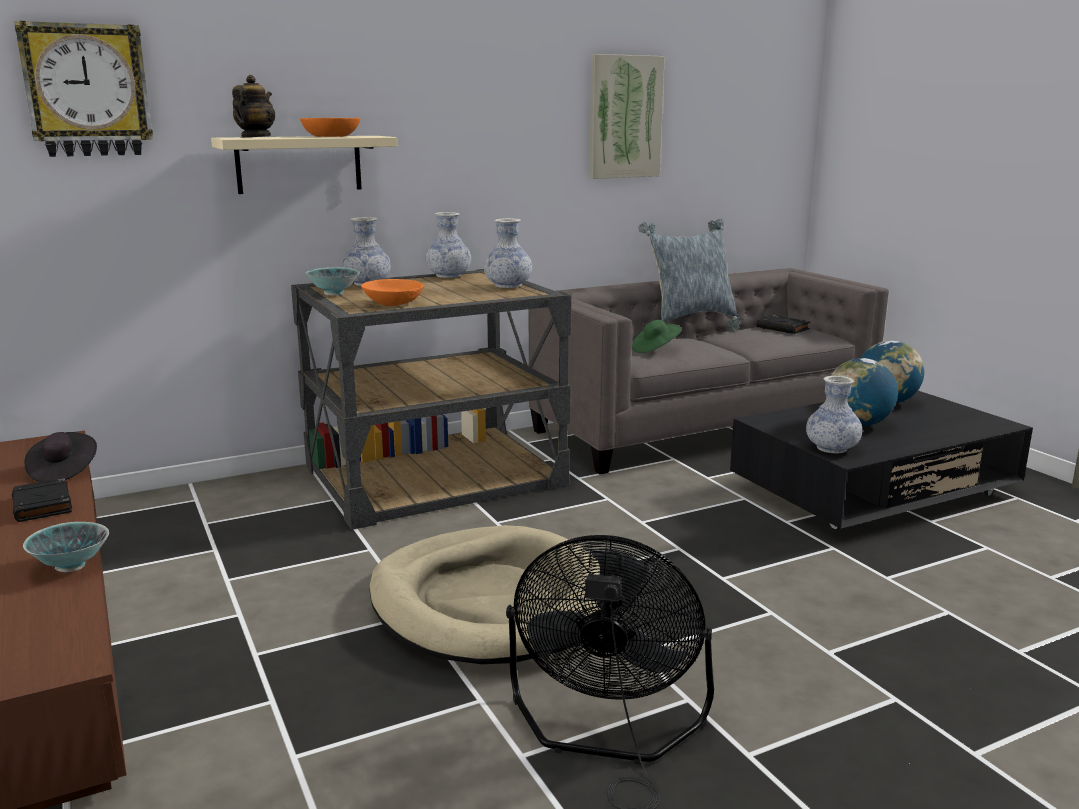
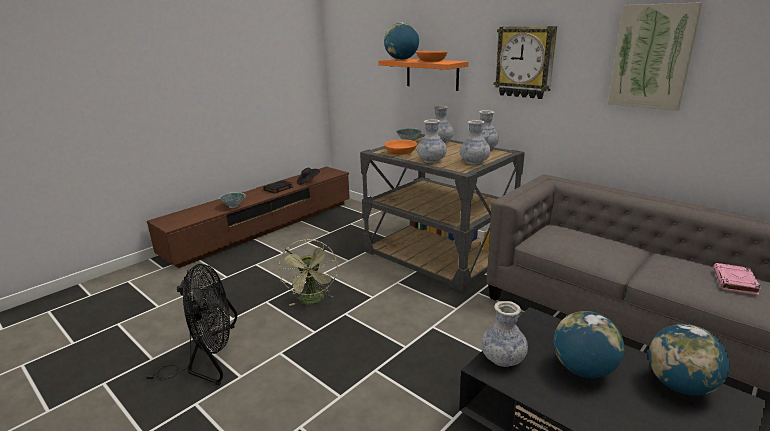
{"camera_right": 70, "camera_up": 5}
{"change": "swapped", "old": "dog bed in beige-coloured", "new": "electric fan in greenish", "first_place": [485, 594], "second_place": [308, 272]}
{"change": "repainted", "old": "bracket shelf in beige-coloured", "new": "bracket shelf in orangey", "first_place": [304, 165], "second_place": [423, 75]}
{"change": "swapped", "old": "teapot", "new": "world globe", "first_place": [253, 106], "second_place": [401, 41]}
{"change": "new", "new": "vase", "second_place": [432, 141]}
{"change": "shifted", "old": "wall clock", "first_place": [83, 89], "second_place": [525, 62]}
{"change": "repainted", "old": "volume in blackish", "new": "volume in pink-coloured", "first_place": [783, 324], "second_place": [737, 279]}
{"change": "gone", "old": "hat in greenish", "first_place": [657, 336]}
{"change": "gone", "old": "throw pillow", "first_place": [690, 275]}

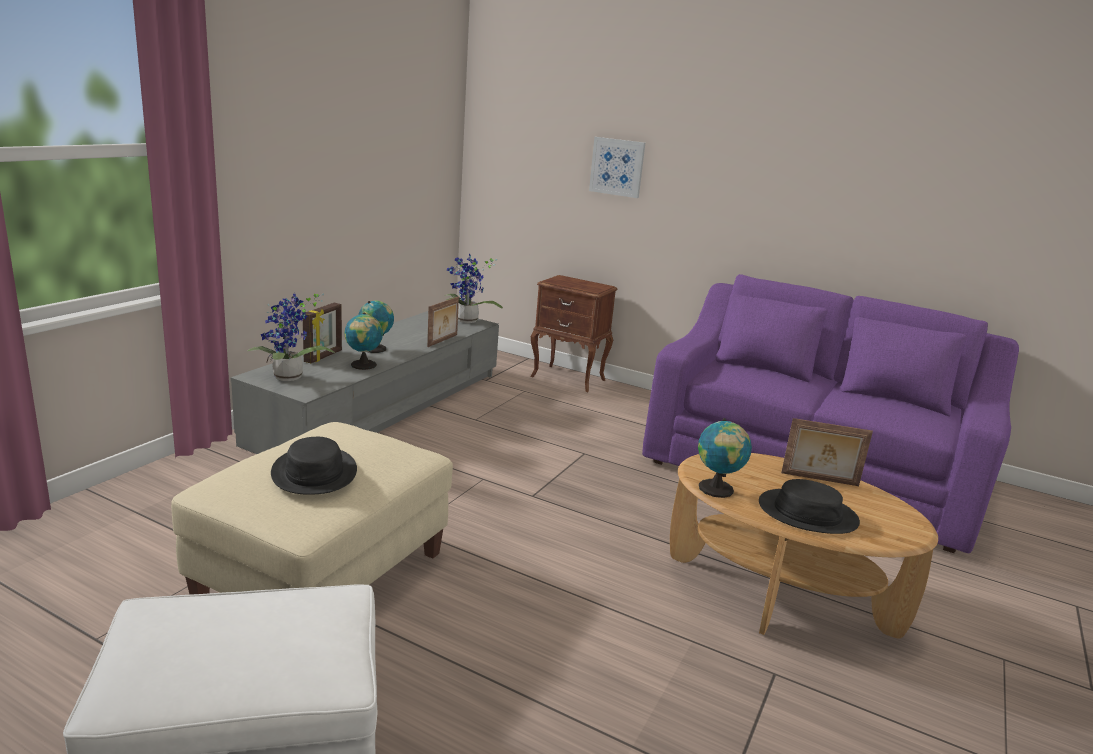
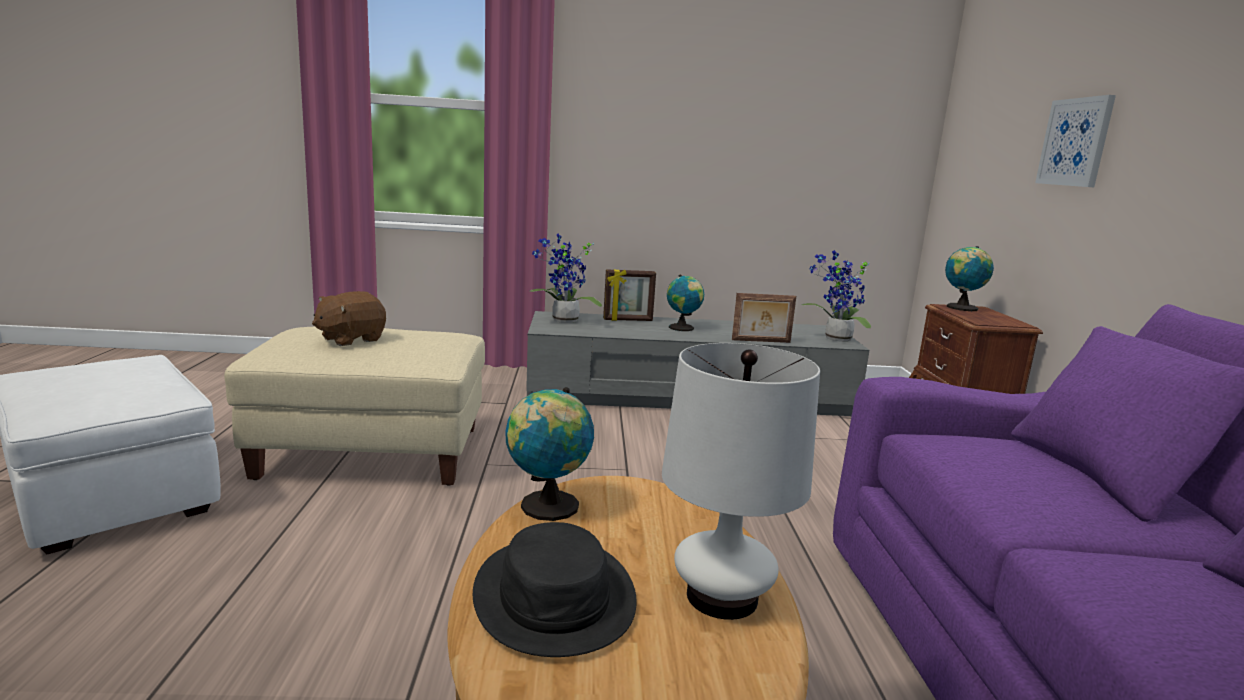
{"camera_right": 60, "camera_up": -5}
{"change": "swapped", "old": "hat in blackish", "new": "soft toy in brownish", "first_place": [314, 466], "second_place": [349, 318]}
{"change": "swapped", "old": "standing frame", "new": "lamp for a table in white-coloured", "first_place": [827, 452], "second_place": [741, 481]}
{"change": "shifted", "old": "world globe", "first_place": [363, 341], "second_place": [969, 278]}

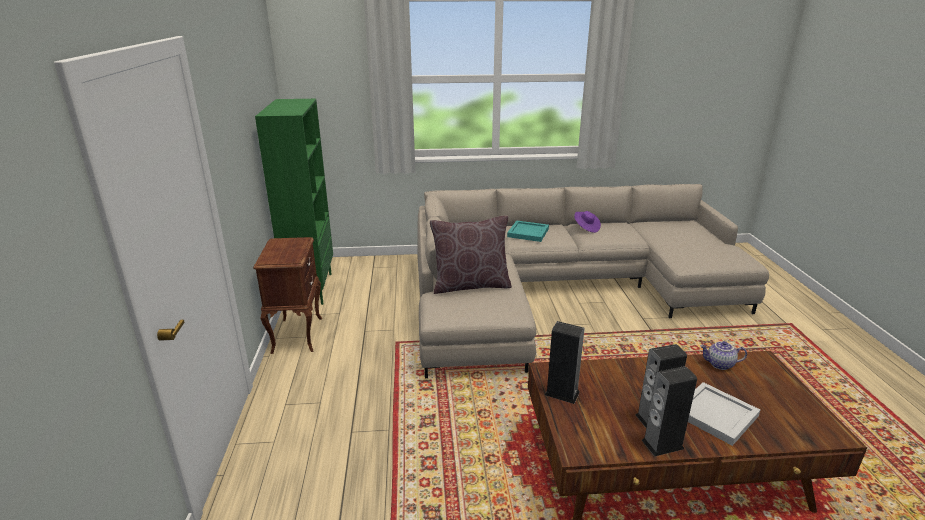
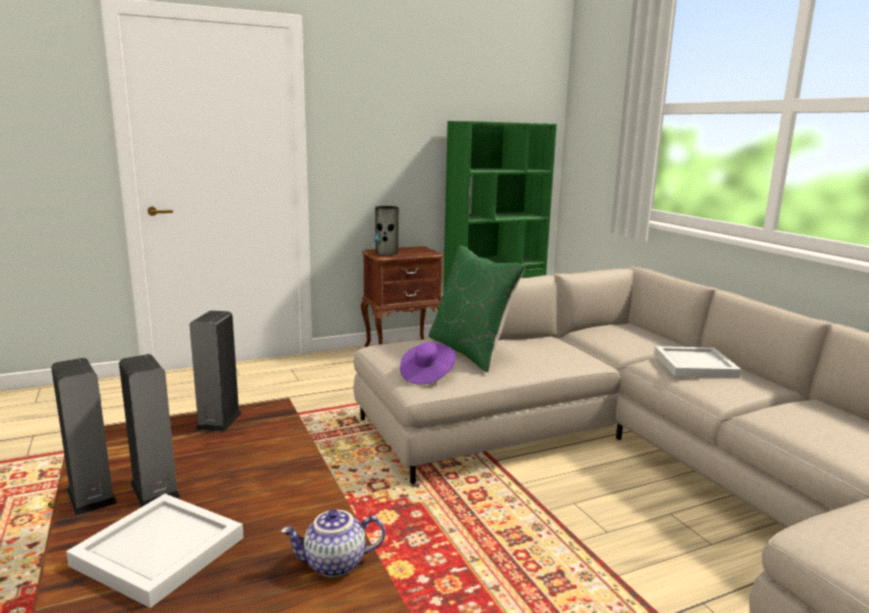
{"camera_right": 70, "camera_up": -10}
{"change": "rotated", "old": "teapot", "first_place": [723, 355], "second_place": [333, 543], "degrees": -90}
{"change": "new", "new": "vase", "second_place": [386, 230]}
{"change": "shifted", "old": "hat in purple", "first_place": [587, 222], "second_place": [428, 363]}
{"change": "repainted", "old": "throw pillow in brownish", "new": "throw pillow in greenish", "first_place": [471, 255], "second_place": [476, 308]}
{"change": "repainted", "old": "carrying tray in turquoise", "new": "carrying tray in white-coloured", "first_place": [528, 231], "second_place": [697, 362]}

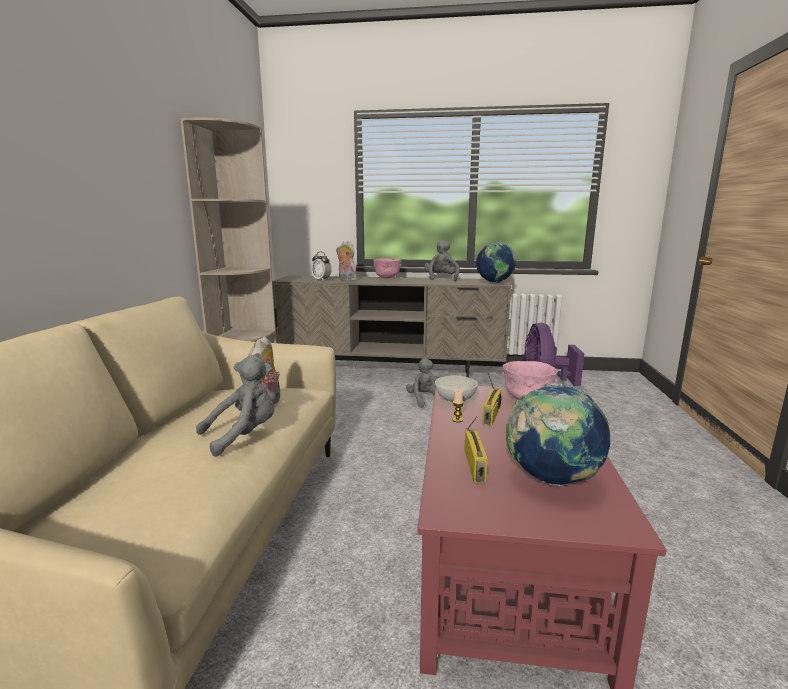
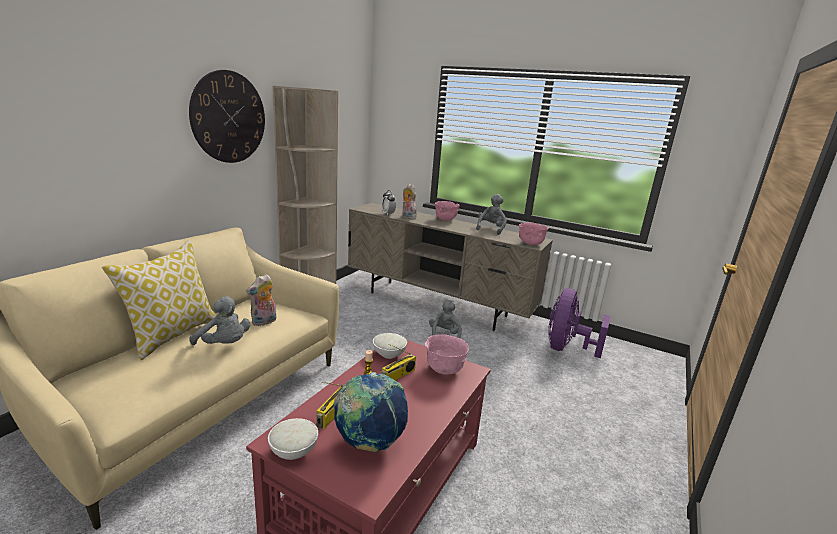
{"camera_right": 20, "camera_up": 5}
{"change": "new", "new": "throw pillow", "second_place": [159, 300]}
{"change": "new", "new": "wall clock", "second_place": [227, 116]}
{"change": "rotated", "old": "soft toy in gray", "first_place": [235, 406], "second_place": [219, 320], "degrees": 45}
{"change": "new", "new": "deep dish in white-coloured", "second_place": [293, 439]}
{"change": "swapped", "old": "world globe", "new": "deep dish in pink-coloured", "first_place": [496, 262], "second_place": [534, 234]}

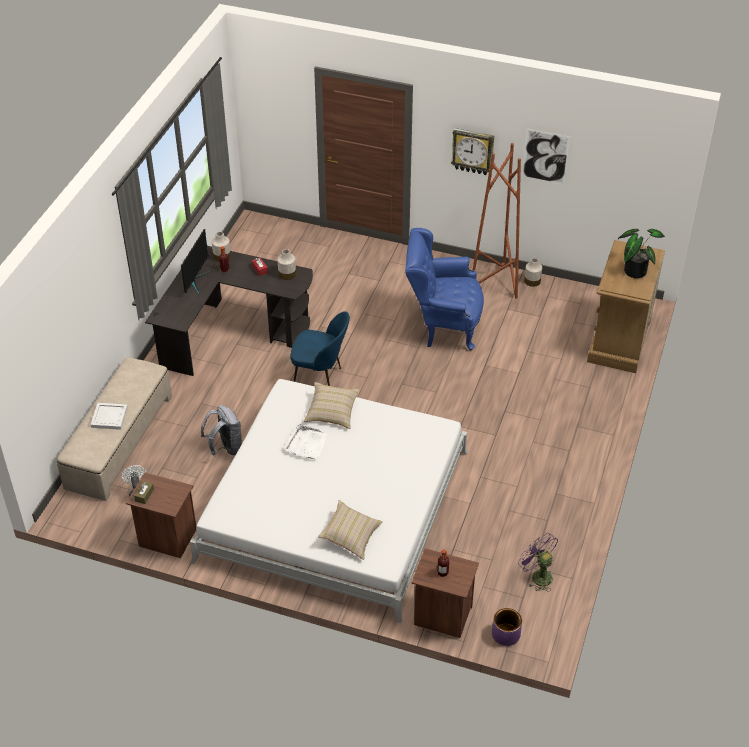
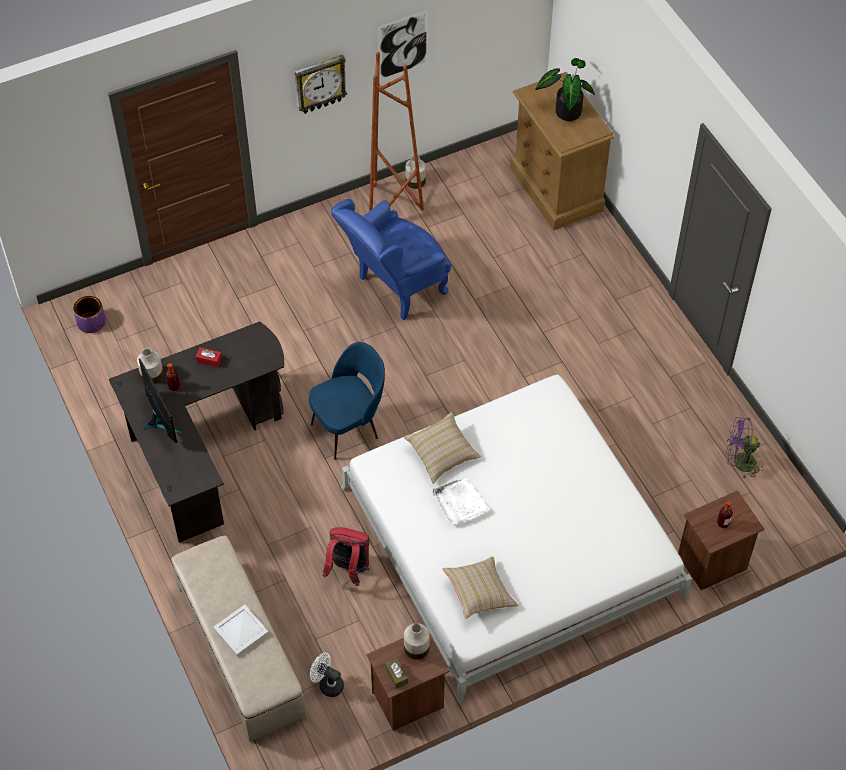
{"camera_right": -45, "camera_up": 10}
{"change": "shifted", "old": "planter in purple", "first_place": [507, 627], "second_place": [89, 314]}
{"change": "repainted", "old": "rucksack in gray", "new": "rucksack in reddish", "first_place": [221, 430], "second_place": [346, 556]}
{"change": "shifted", "old": "vase in beige-coloured", "first_place": [286, 264], "second_place": [417, 641]}
{"change": "shifted", "old": "throw pillow in beige-coloured", "first_place": [350, 530], "second_place": [480, 587]}

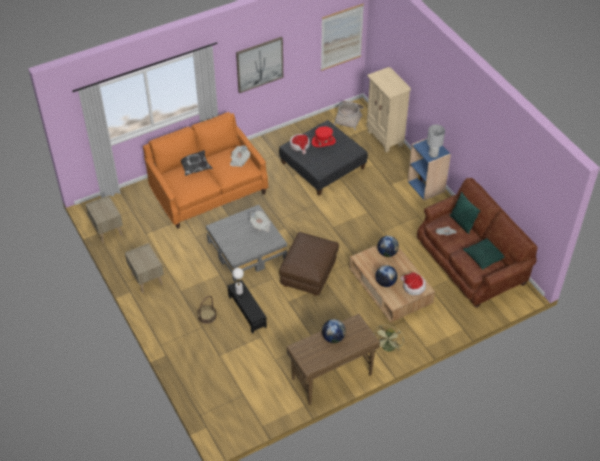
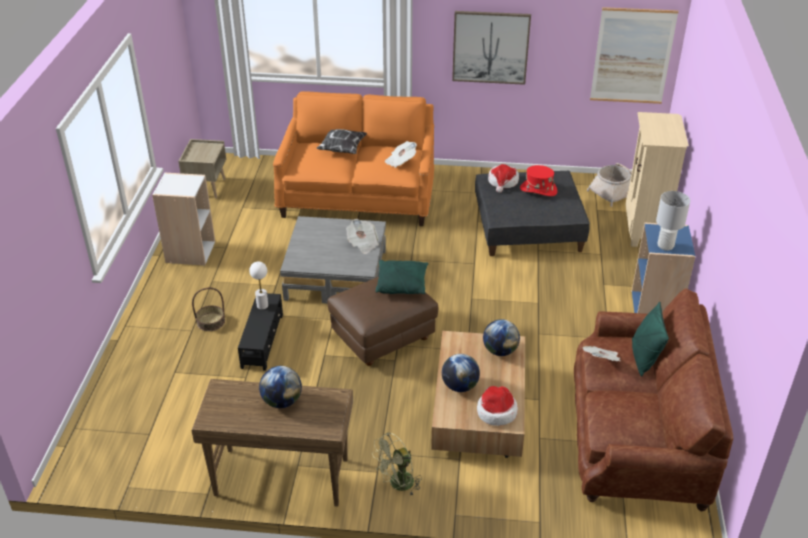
{"camera_right": 35, "camera_up": -10}
{"change": "swapped", "old": "bedside table in beige-coloured", "new": "shelving unit", "first_place": [144, 268], "second_place": [183, 219]}
{"change": "shifted", "old": "throw pillow in greenish", "first_place": [484, 254], "second_place": [402, 277]}

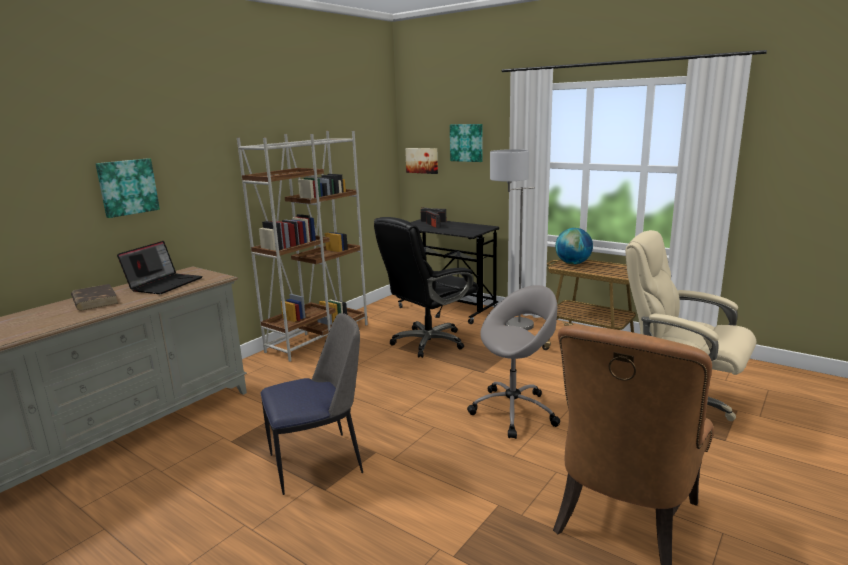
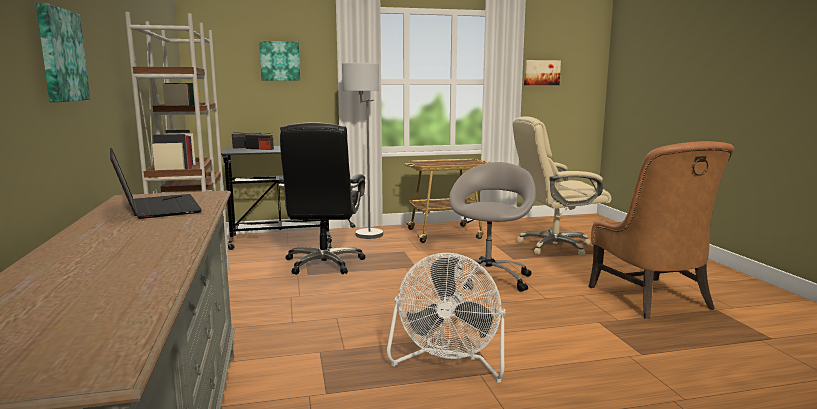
{"camera_right": -50, "camera_up": -5}
{"change": "swapped", "old": "plain chair", "new": "electric fan in white-coloured", "first_place": [311, 404], "second_place": [446, 318]}
{"change": "shifted", "old": "picture", "first_place": [421, 161], "second_place": [542, 72]}
{"change": "gone", "old": "volume in brownish", "first_place": [94, 297]}
{"change": "gone", "old": "world globe", "first_place": [574, 246]}

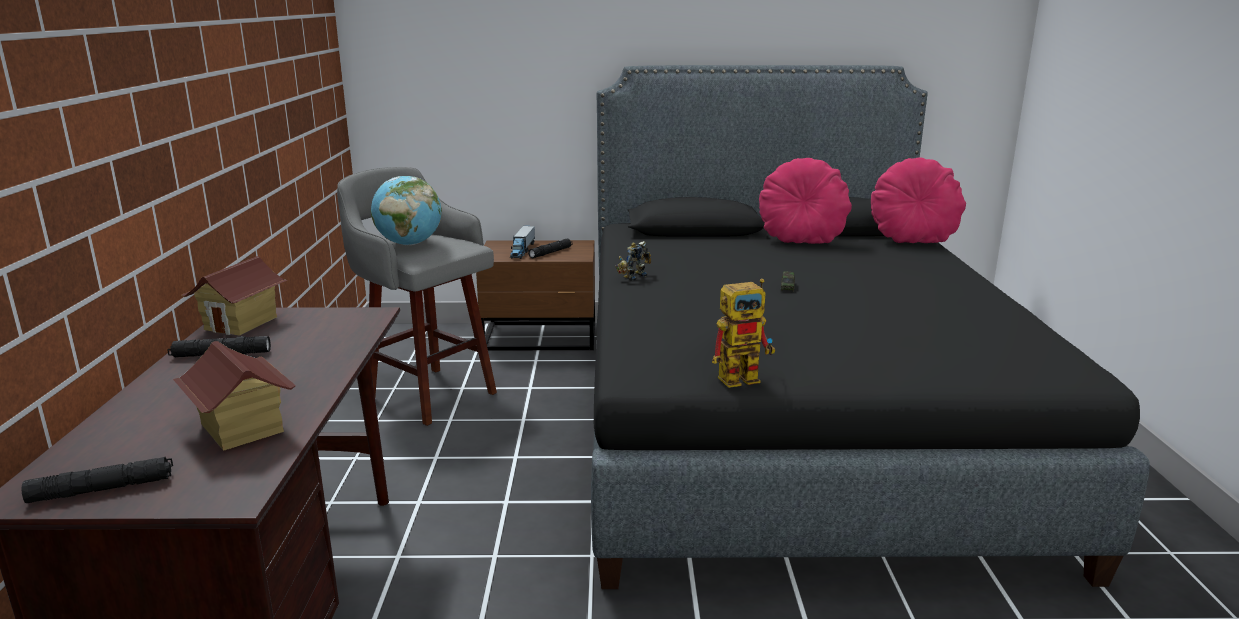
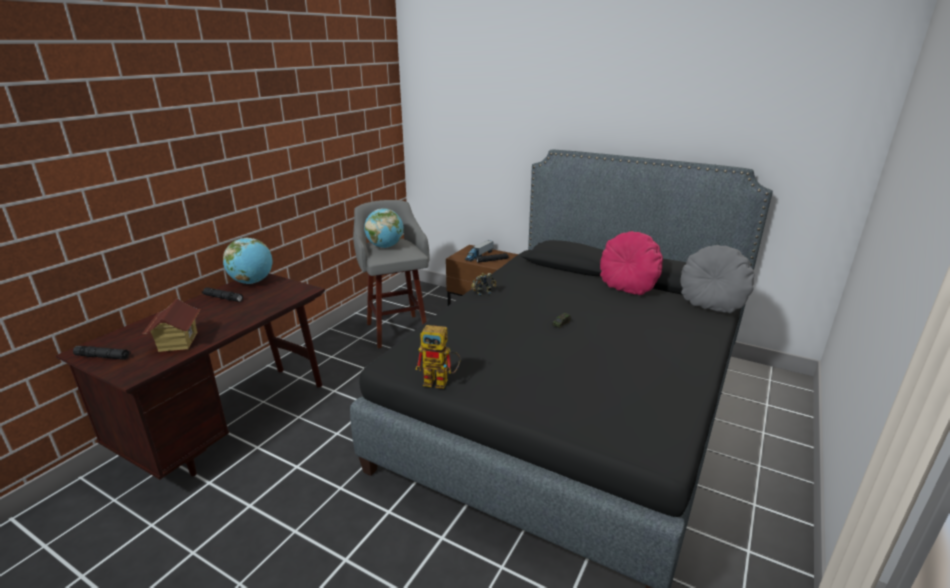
{"camera_right": 30, "camera_up": 5}
{"change": "swapped", "old": "toy house", "new": "world globe", "first_place": [234, 296], "second_place": [247, 261]}
{"change": "repainted", "old": "throw pillow in pink-coloured", "new": "throw pillow in gray", "first_place": [918, 200], "second_place": [717, 279]}

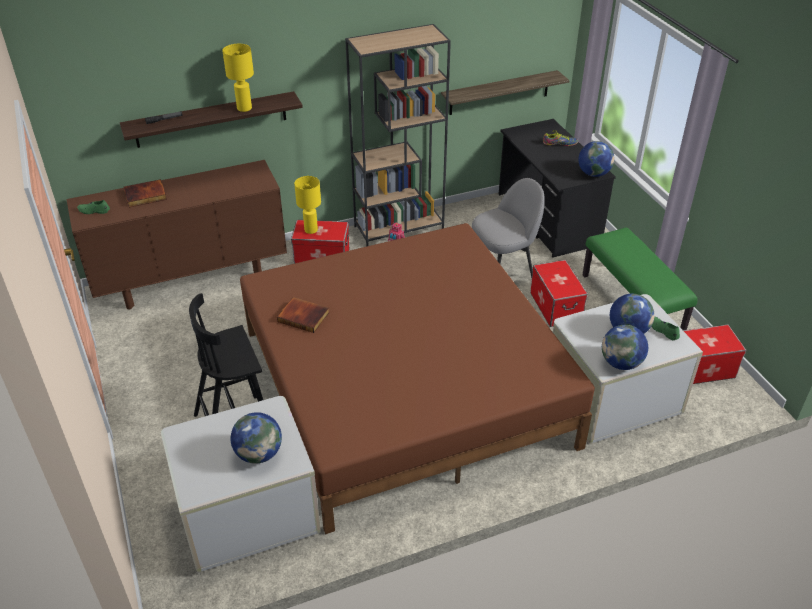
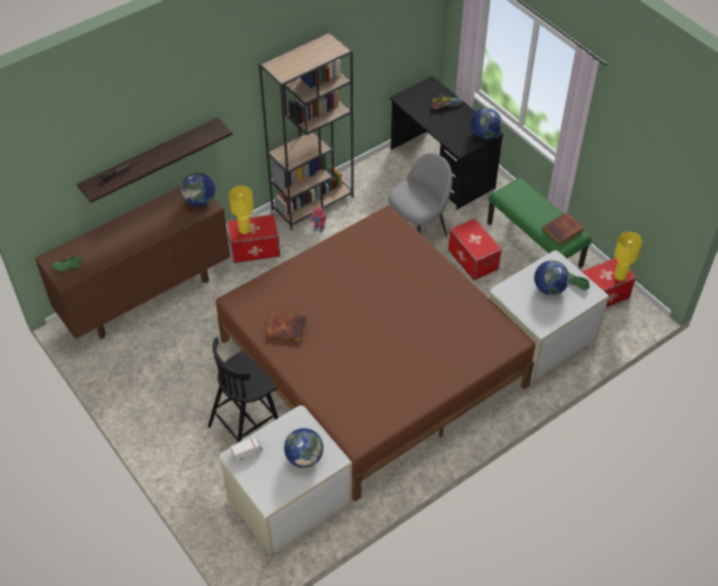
{"camera_right": -15, "camera_up": 10}
{"change": "shifted", "old": "world globe", "first_place": [625, 347], "second_place": [198, 189]}
{"change": "new", "new": "model truck", "second_place": [247, 449]}
{"change": "shifted", "old": "volume", "first_place": [145, 193], "second_place": [563, 228]}
{"change": "shifted", "old": "lamp for a table in yellow-coloured", "first_place": [238, 78], "second_place": [628, 256]}
{"change": "gone", "old": "bracket shelf", "first_place": [505, 92]}

